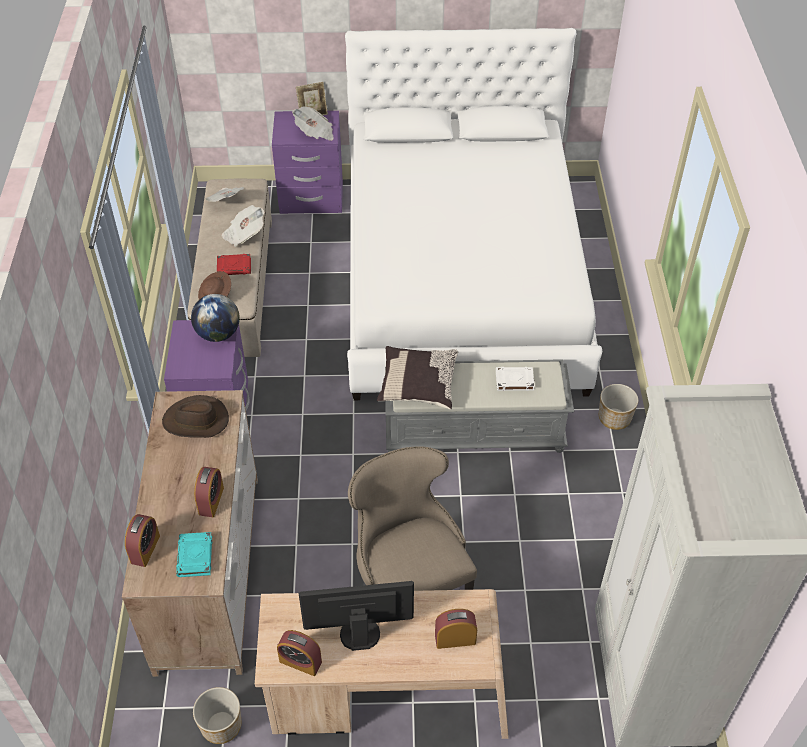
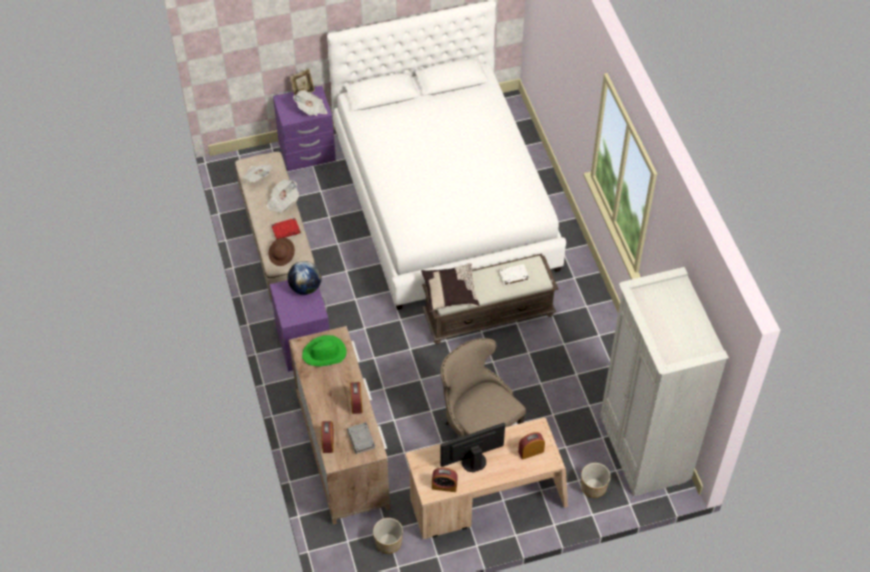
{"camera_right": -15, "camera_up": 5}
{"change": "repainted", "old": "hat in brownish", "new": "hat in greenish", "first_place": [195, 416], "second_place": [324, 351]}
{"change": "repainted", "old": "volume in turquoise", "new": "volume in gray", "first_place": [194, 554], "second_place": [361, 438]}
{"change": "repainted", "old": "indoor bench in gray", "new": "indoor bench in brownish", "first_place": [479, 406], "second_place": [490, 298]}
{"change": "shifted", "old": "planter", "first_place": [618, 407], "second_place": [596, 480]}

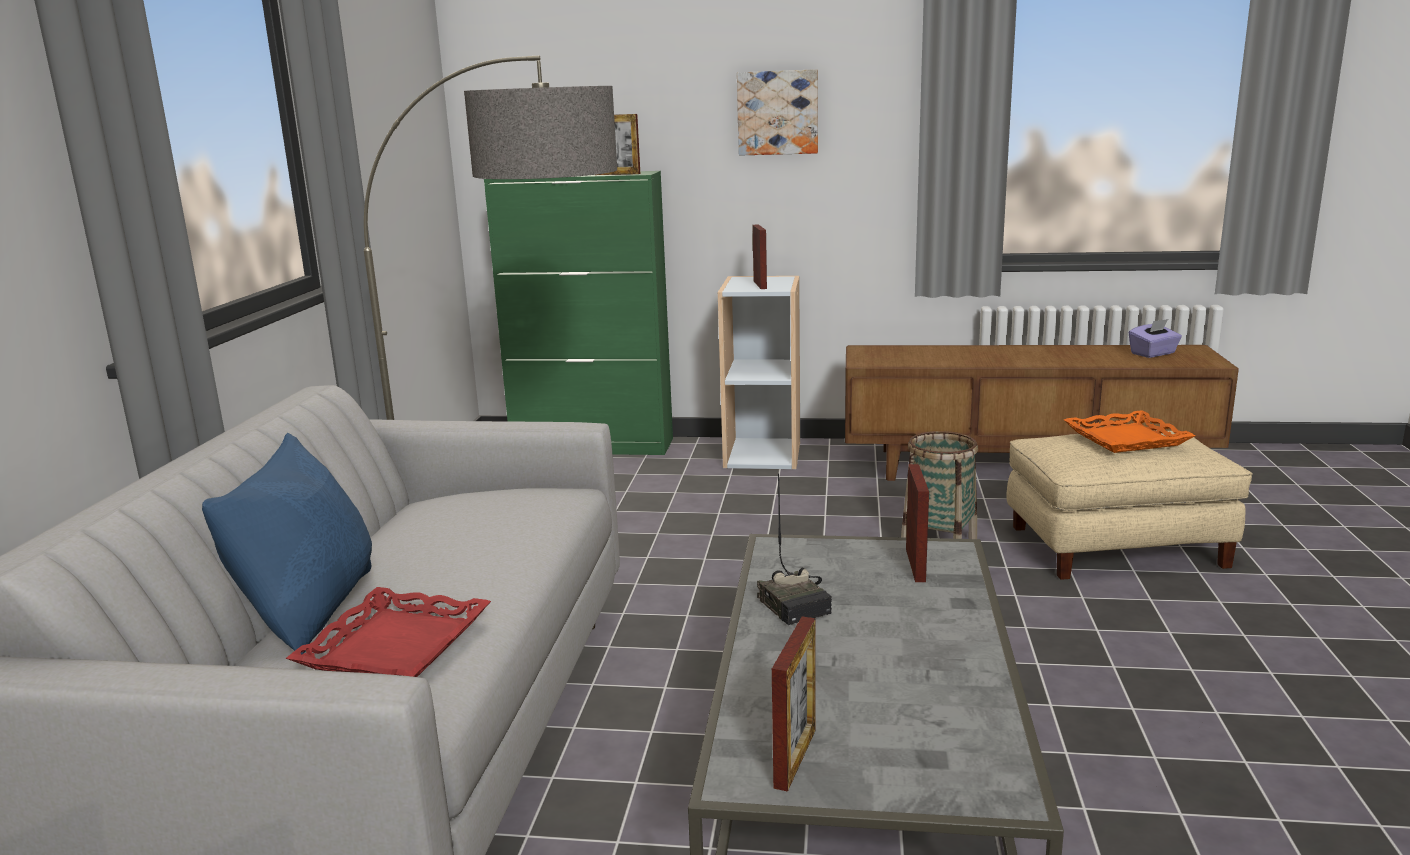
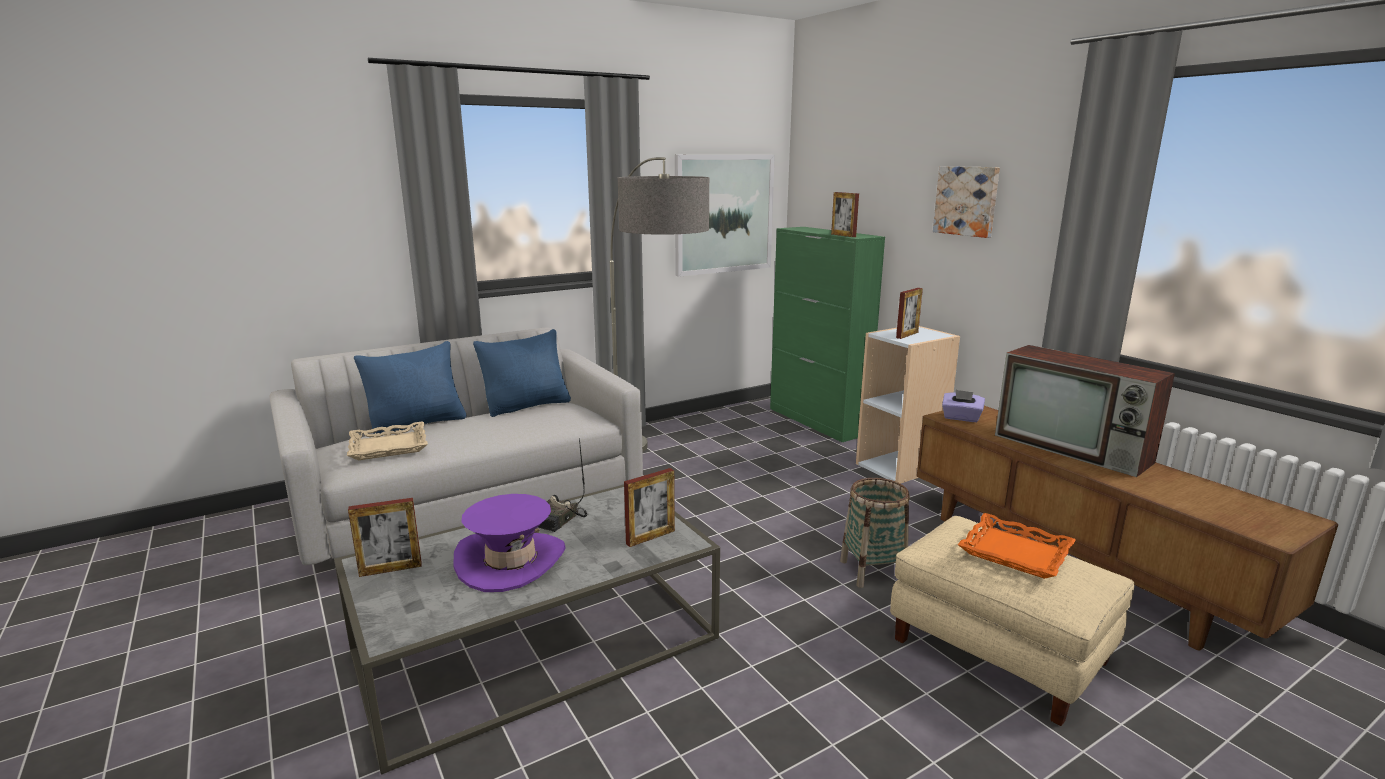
{"camera_right": 50, "camera_up": 0}
{"change": "repainted", "old": "carrying tray in reddish", "new": "carrying tray in beige-coloured", "first_place": [388, 632], "second_place": [387, 441]}
{"change": "new", "new": "hat in purple", "second_place": [509, 543]}
{"change": "new", "new": "throw pillow in bluish", "second_place": [522, 373]}
{"change": "new", "new": "picture", "second_place": [725, 216]}
{"change": "shifted", "old": "tissue holder in purple", "first_place": [1155, 338], "second_place": [963, 406]}
{"change": "new", "new": "TV", "second_place": [1085, 411]}

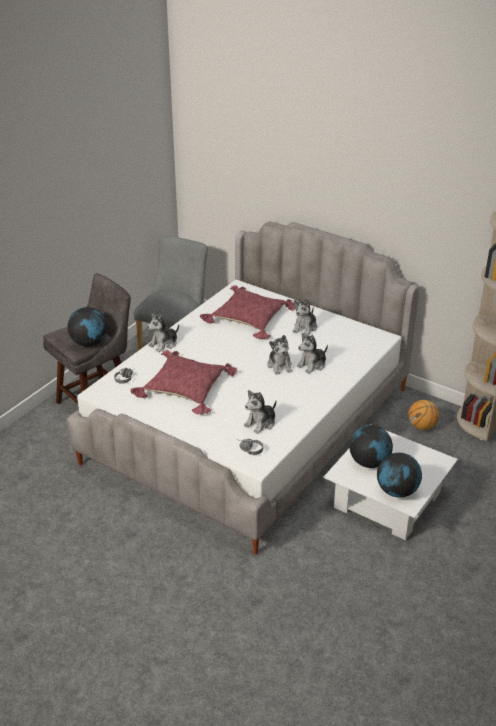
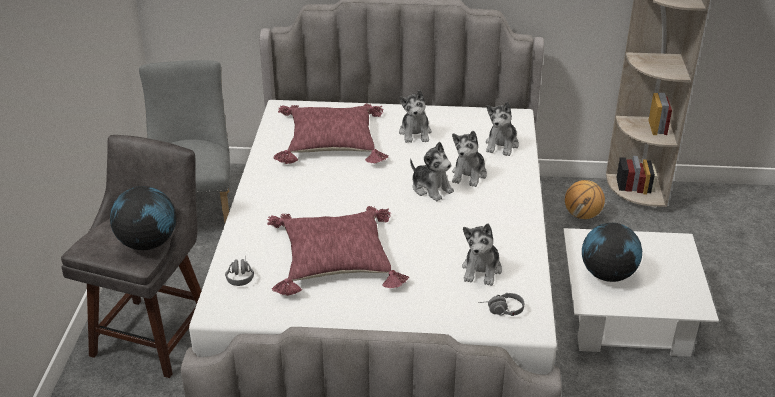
{"camera_right": -30, "camera_up": 0}
{"change": "shifted", "old": "soft toy", "first_place": [163, 332], "second_place": [502, 129]}
{"change": "gone", "old": "world globe", "first_place": [399, 475]}

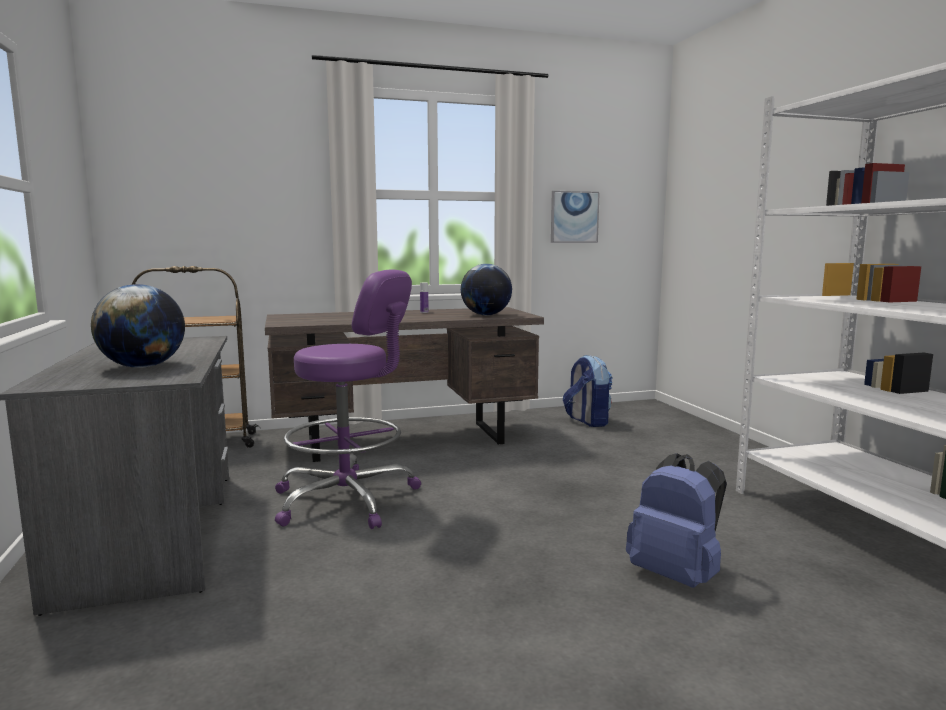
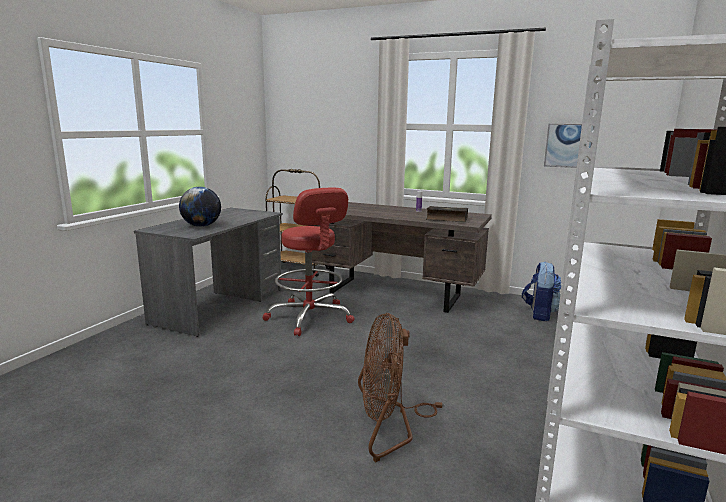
{"camera_right": 40, "camera_up": 5}
{"change": "repainted", "old": "stool in purple", "new": "stool in reddish", "first_place": [348, 399], "second_place": [309, 262]}
{"change": "swapped", "old": "rucksack in bluish", "new": "electric fan in brownish", "first_place": [676, 520], "second_place": [401, 387]}
{"change": "swapped", "old": "world globe", "new": "volume", "first_place": [486, 289], "second_place": [447, 214]}

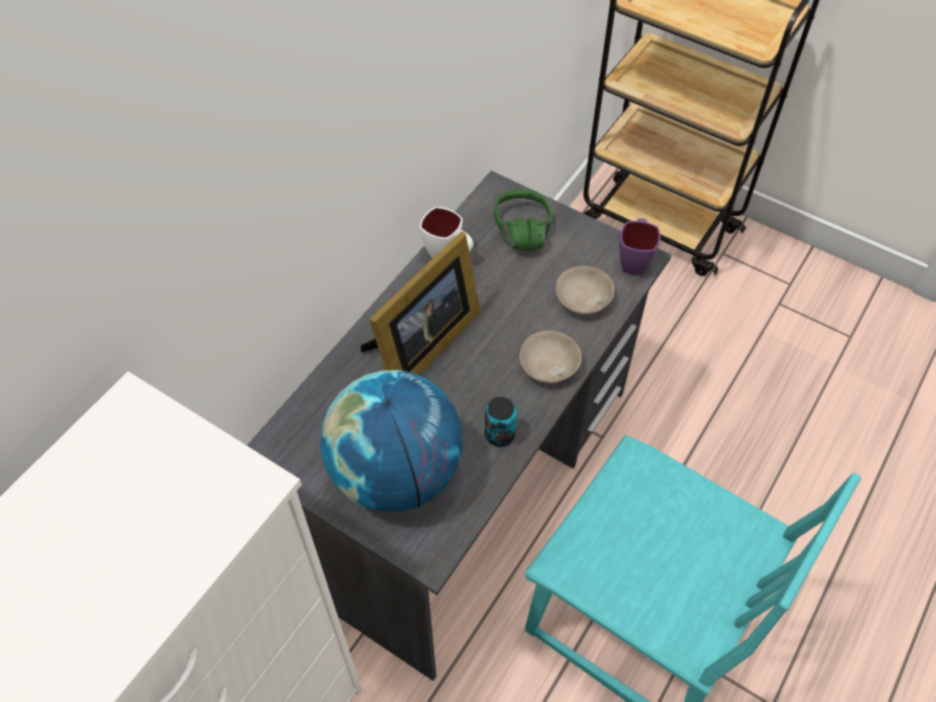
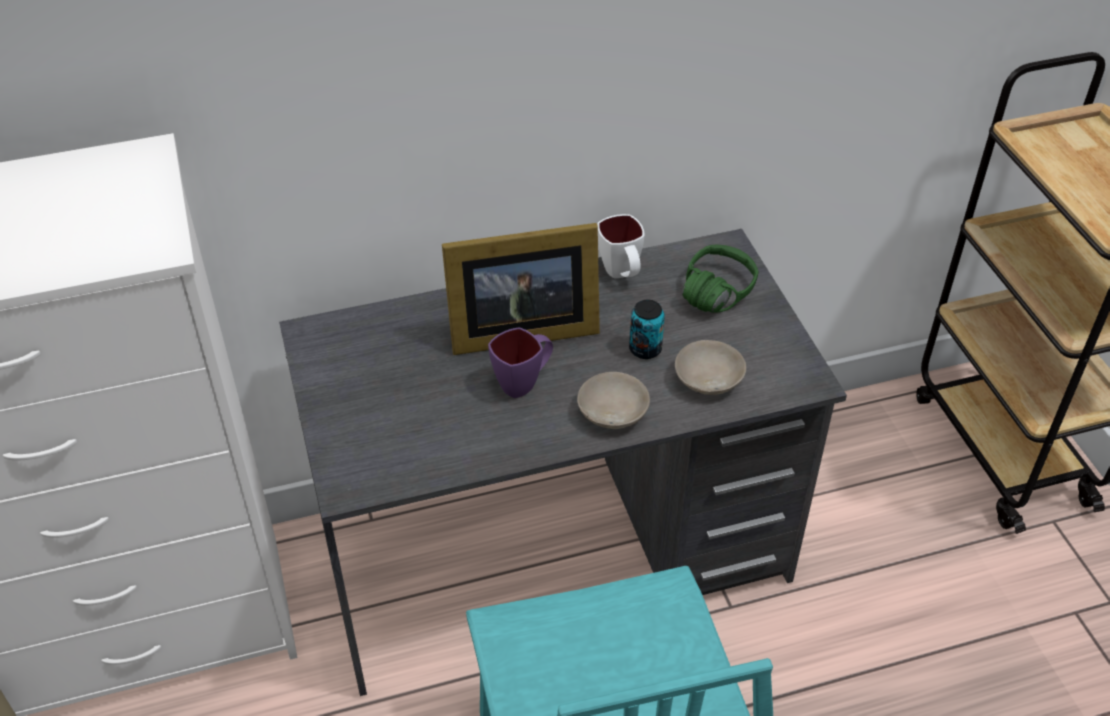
{"camera_right": 40, "camera_up": -10}
{"change": "shifted", "old": "tea mug in purple", "first_place": [639, 246], "second_place": [520, 362]}
{"change": "shifted", "old": "metal can", "first_place": [500, 422], "second_place": [647, 329]}
{"change": "gone", "old": "world globe", "first_place": [391, 441]}

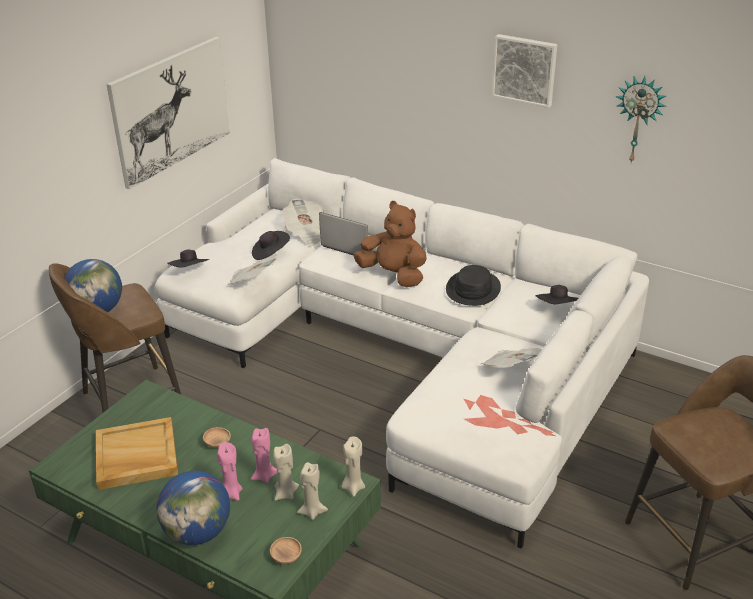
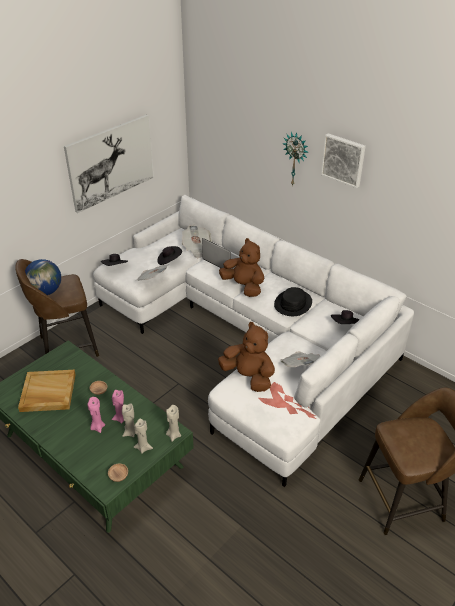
{"camera_right": 10, "camera_up": 5}
{"change": "new", "new": "soft toy in brownish", "second_place": [246, 357]}
{"change": "shifted", "old": "wall clock", "first_place": [640, 119], "second_place": [295, 159]}
{"change": "gone", "old": "world globe", "first_place": [194, 508]}

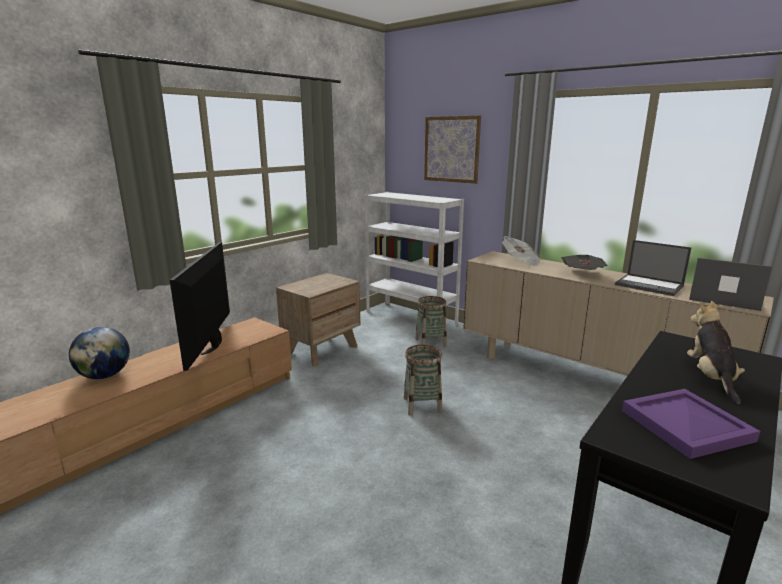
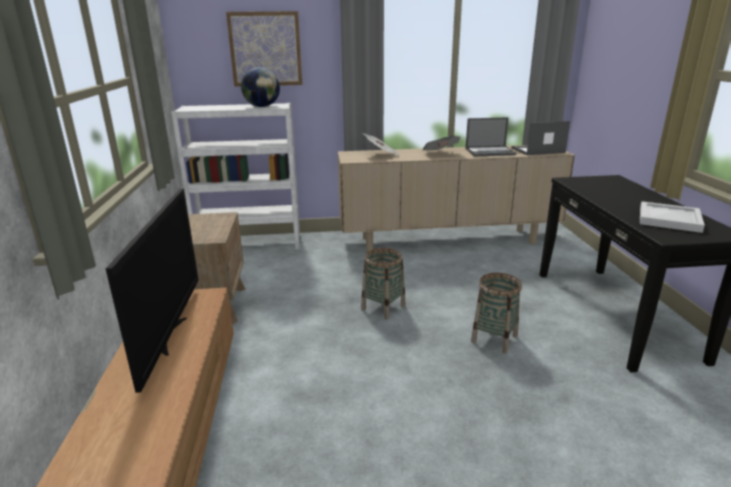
{"camera_right": -45, "camera_up": 5}
{"change": "rotated", "old": "TV", "first_place": [200, 306], "second_place": [152, 291], "degrees": -135}
{"change": "shifted", "old": "world globe", "first_place": [99, 353], "second_place": [260, 87]}
{"change": "shifted", "old": "storage basket", "first_place": [431, 321], "second_place": [496, 313]}
{"change": "repainted", "old": "carrying tray in purple", "new": "carrying tray in white-coloured", "first_place": [691, 424], "second_place": [672, 217]}
{"change": "gone", "old": "soft toy", "first_place": [716, 353]}

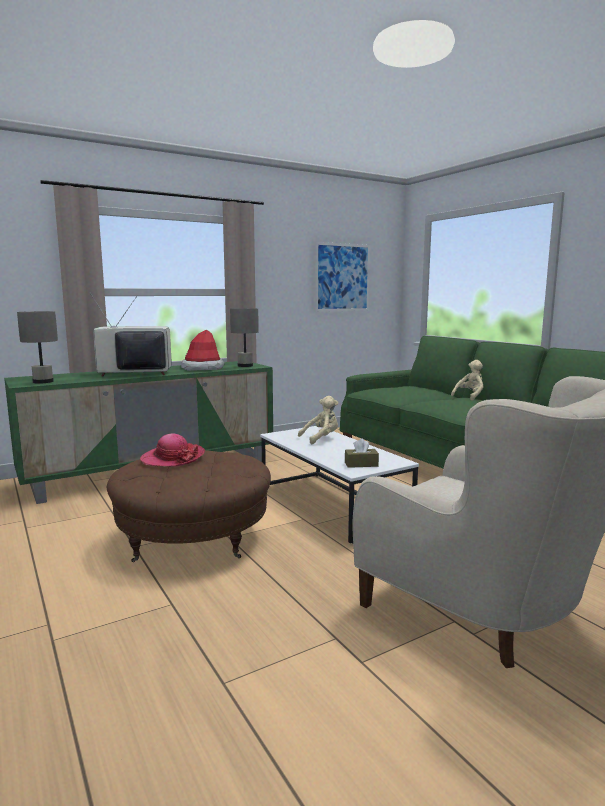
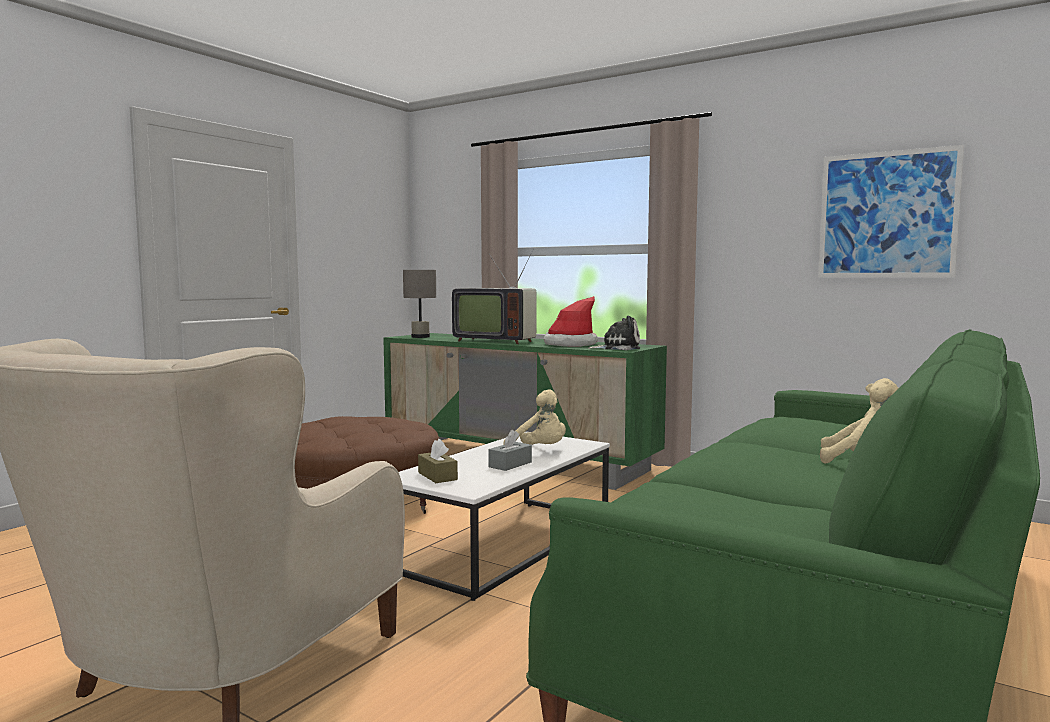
{"camera_right": 65, "camera_up": -5}
{"change": "rotated", "old": "TV", "first_place": [130, 334], "second_place": [494, 296], "degrees": 150}
{"change": "new", "new": "tissue holder in gray", "second_place": [510, 450]}
{"change": "swapped", "old": "lamp for a table in gray", "new": "soft toy", "first_place": [244, 337], "second_place": [614, 333]}
{"change": "gone", "old": "hat", "first_place": [172, 450]}

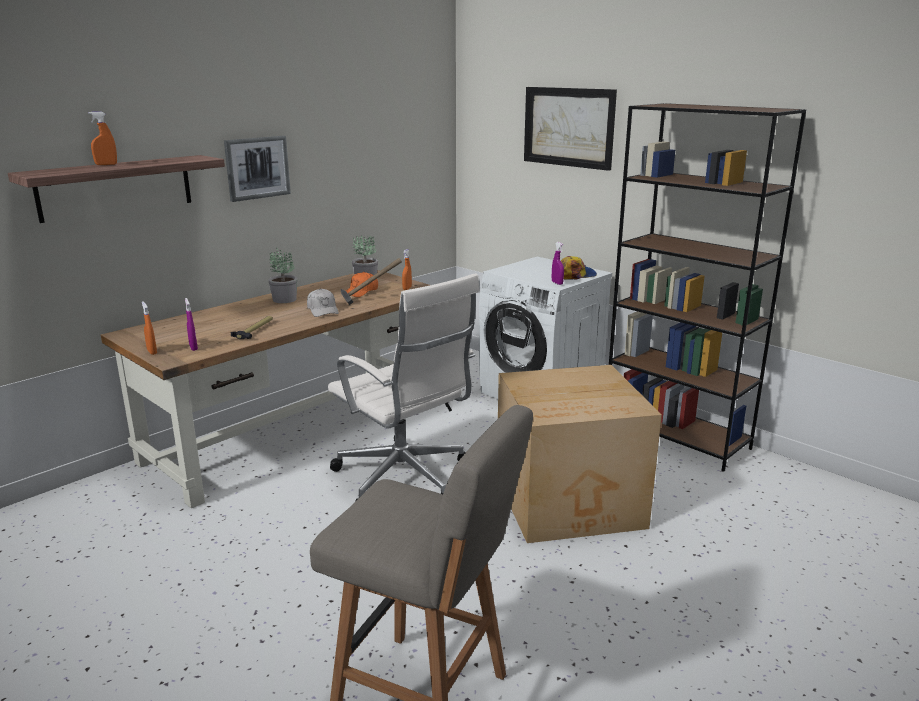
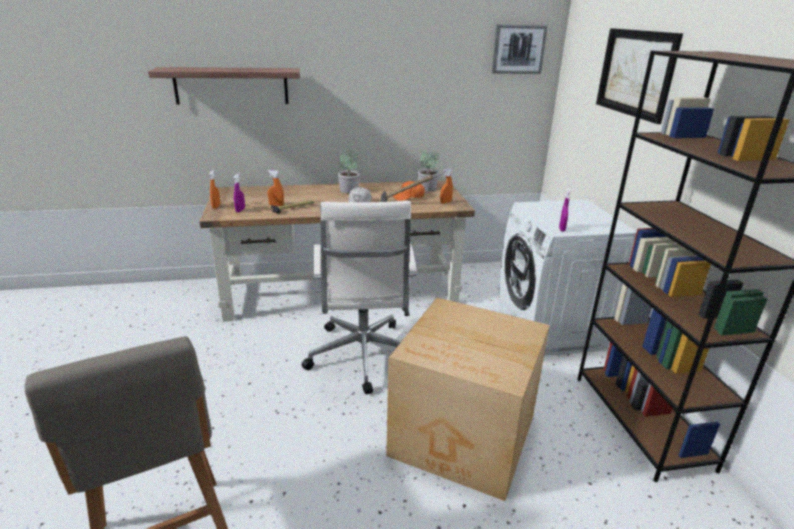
{"camera_right": 35, "camera_up": 5}
{"change": "shifted", "old": "spray bottle in orangey", "first_place": [102, 138], "second_place": [276, 188]}
{"change": "shifted", "old": "picture", "first_place": [257, 169], "second_place": [520, 49]}
{"change": "gone", "old": "peaked cap", "first_place": [579, 268]}

